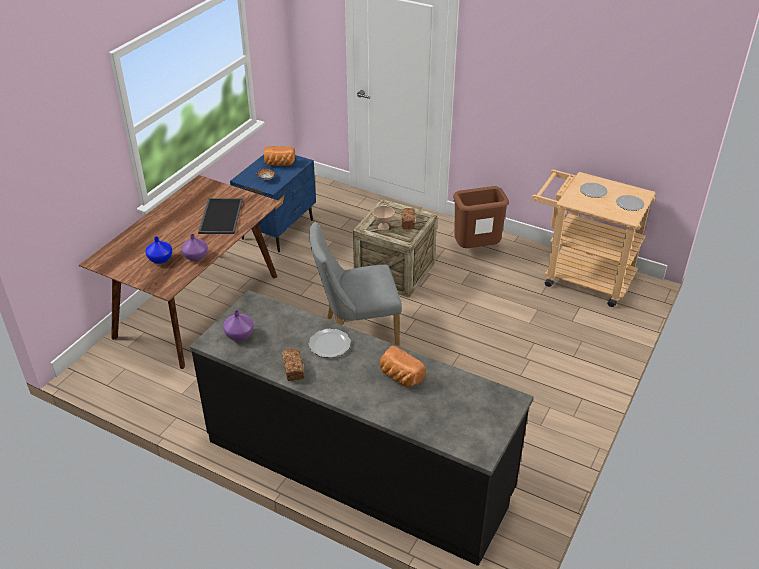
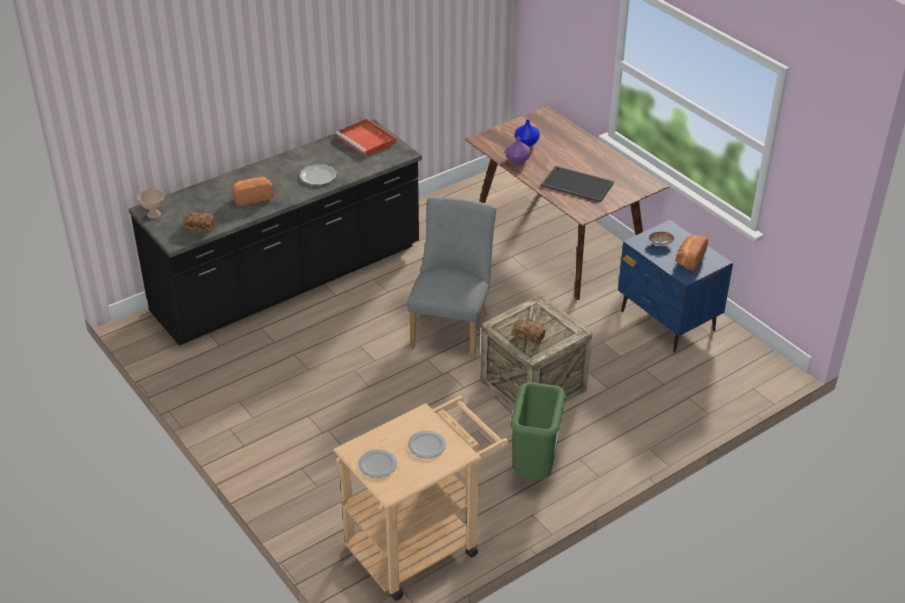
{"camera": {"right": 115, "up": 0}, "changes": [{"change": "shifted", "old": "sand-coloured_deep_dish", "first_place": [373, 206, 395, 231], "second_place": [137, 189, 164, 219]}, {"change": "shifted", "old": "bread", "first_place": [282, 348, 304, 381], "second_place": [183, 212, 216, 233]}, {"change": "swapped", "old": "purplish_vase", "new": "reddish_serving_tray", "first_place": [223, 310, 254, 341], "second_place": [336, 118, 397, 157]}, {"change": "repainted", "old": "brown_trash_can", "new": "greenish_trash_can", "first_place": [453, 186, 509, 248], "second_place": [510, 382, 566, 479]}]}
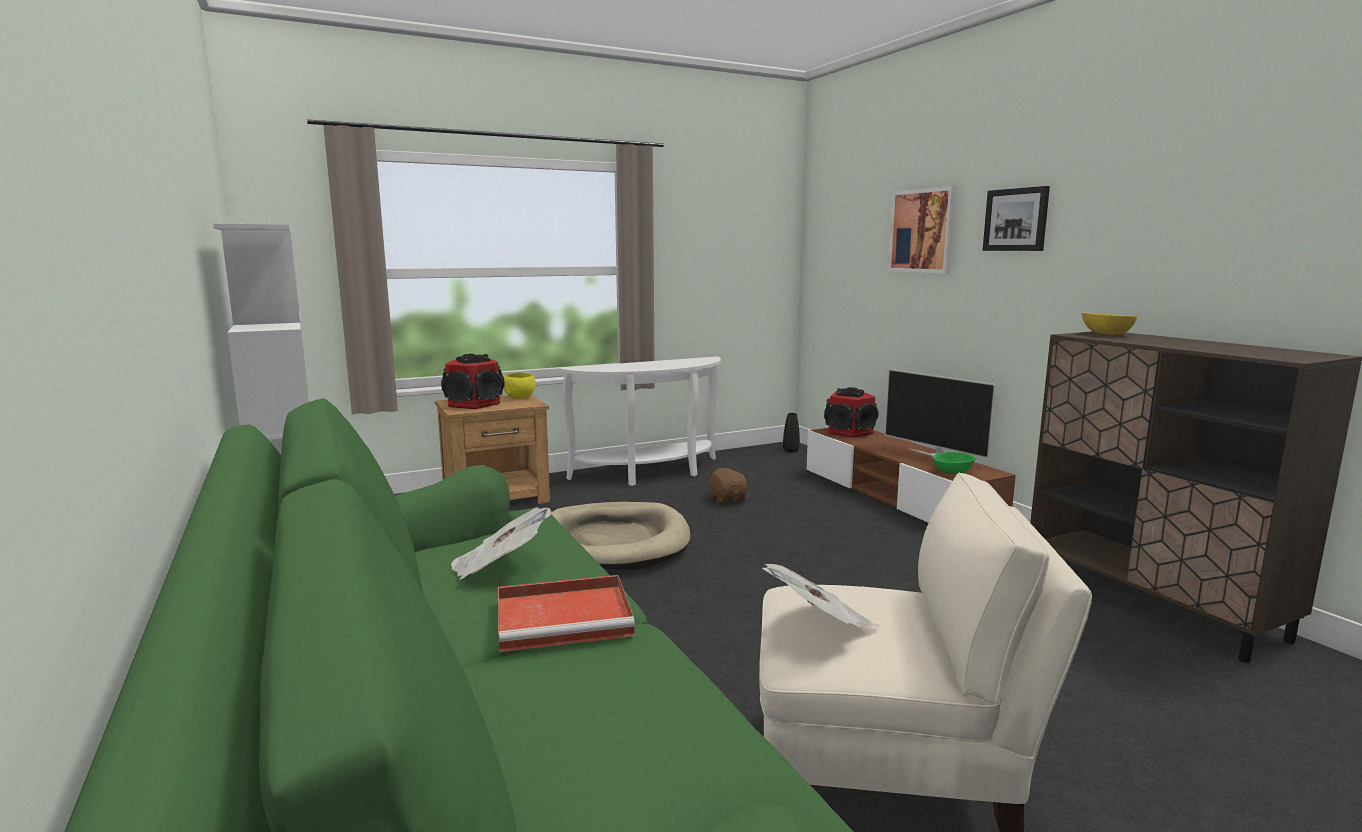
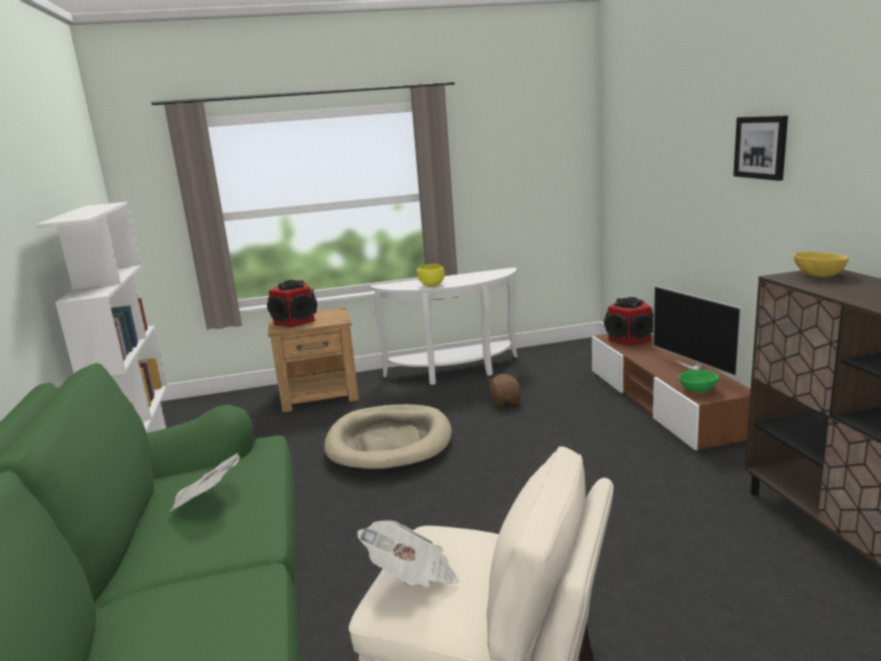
{"camera": {"right": 15, "up": 5}, "changes": [{"change": "shifted", "old": "yellow_deep_dish", "first_place": [503, 372, 536, 399], "second_place": [416, 264, 445, 287]}, {"change": "gone", "old": "reddish_serving_tray", "first_place": [498, 575, 635, 652]}, {"change": "gone", "old": "black-coloured_vase", "first_place": [783, 413, 800, 452]}, {"change": "gone", "old": "wall_picture", "first_place": [888, 186, 956, 273]}]}
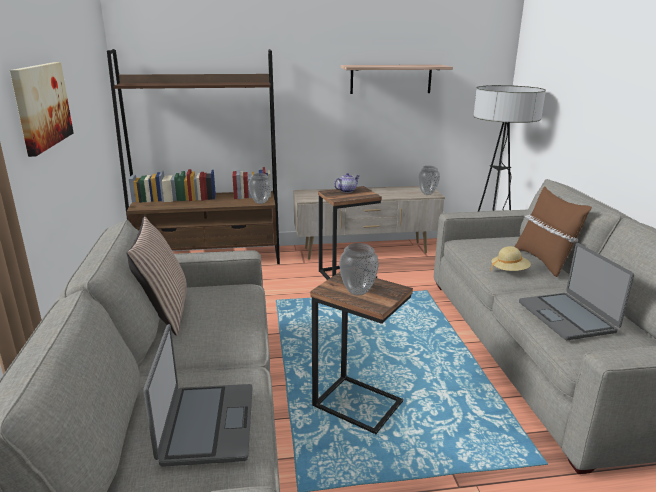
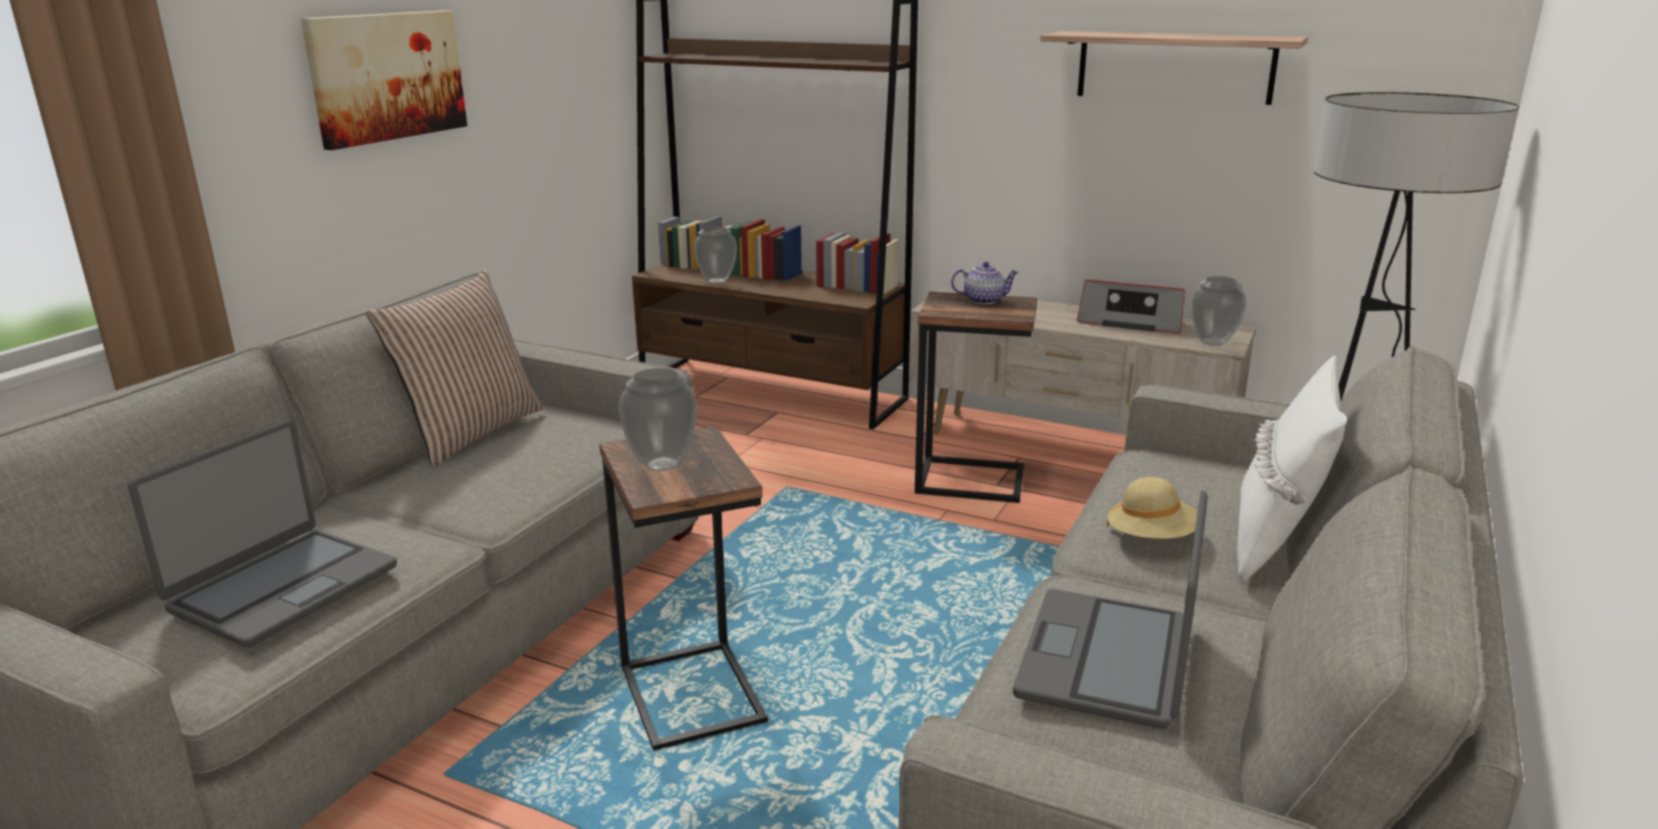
{"camera": {"right": 35, "up": 0}, "changes": [{"change": "shifted", "old": "vase", "first_place": [248, 173, 272, 204], "second_place": [694, 226, 737, 284]}, {"change": "new", "new": "radio_set", "second_place": [1077, 280, 1185, 333]}, {"change": "repainted", "old": "brown_throw_pillow", "new": "whitish_throw_pillow", "first_place": [514, 187, 592, 277], "second_place": [1237, 355, 1347, 582]}]}
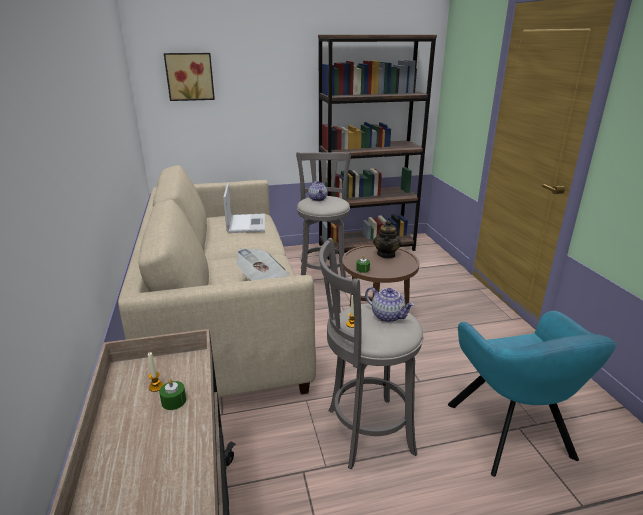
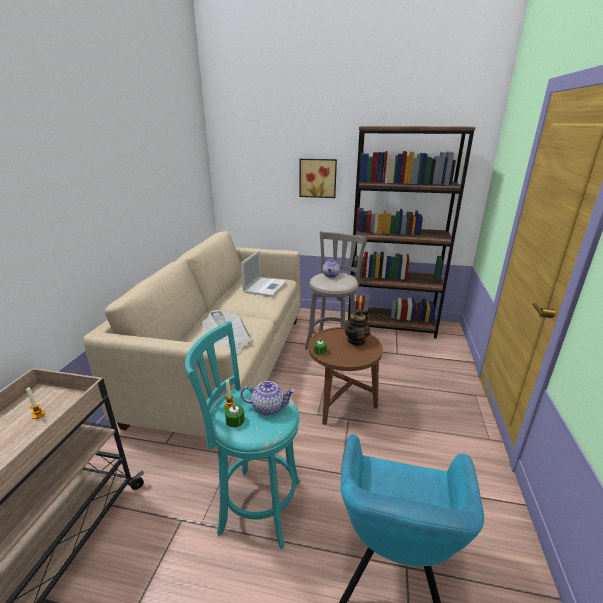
{"camera": {"right": 25, "up": 0}, "changes": [{"change": "repainted", "old": "gray_sitting_stool", "new": "turquoise-coloured_sitting_stool", "first_place": [319, 238, 424, 469], "second_place": [185, 321, 300, 549]}, {"change": "shifted", "old": "greenish_wax_light", "first_place": [159, 379, 186, 410], "second_place": [225, 403, 245, 427]}, {"change": "rotated", "old": "pot_for_tea", "first_place": [365, 287, 414, 322], "second_place": [240, 381, 295, 416], "degrees": -60}, {"change": "shifted", "old": "wall_picture", "first_place": [164, 53, 215, 101], "second_place": [299, 159, 337, 198]}]}
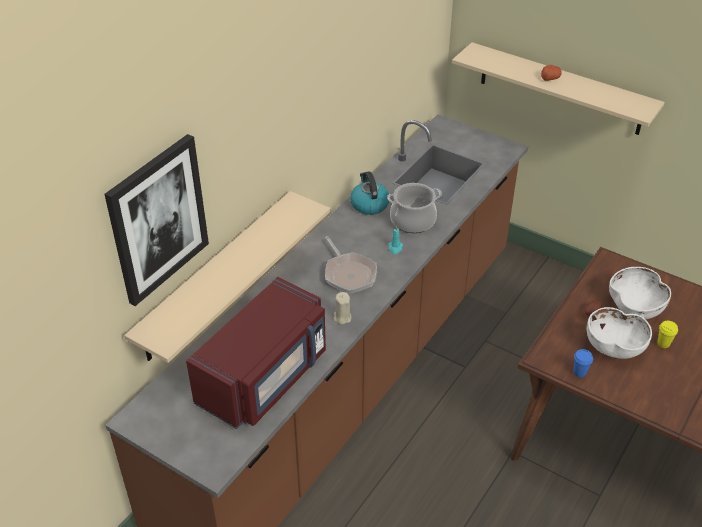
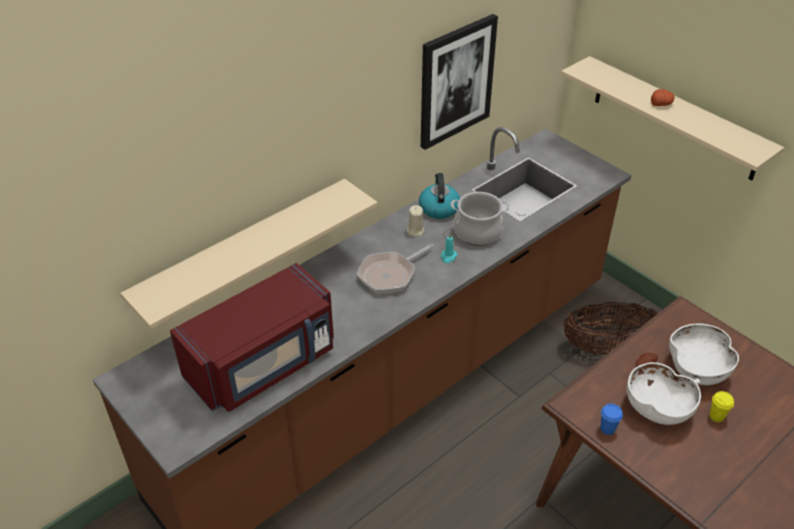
{"camera": {"right": 15, "up": 0}, "changes": [{"change": "rotated", "old": "pan", "first_place": [325, 236, 377, 294], "second_place": [357, 244, 434, 294], "degrees": 60}, {"change": "shifted", "old": "sand-coloured_wax_light", "first_place": [334, 292, 351, 324], "second_place": [407, 205, 424, 237]}, {"change": "shifted", "old": "wall_picture", "first_place": [104, 134, 209, 306], "second_place": [421, 14, 498, 150]}, {"change": "new", "new": "storage_basket", "second_place": [563, 302, 658, 355]}]}
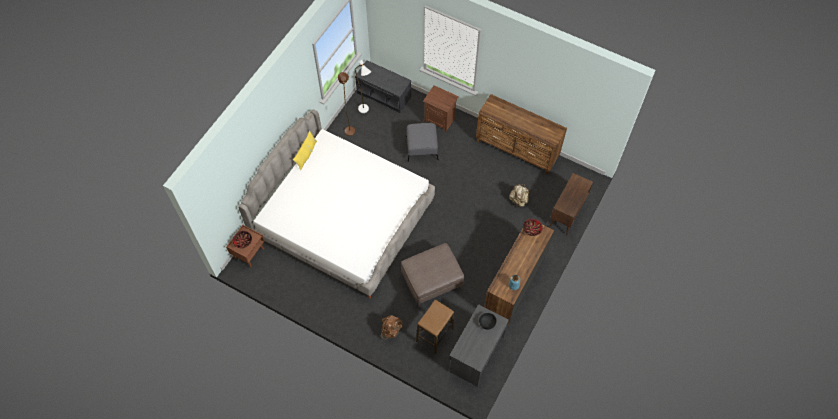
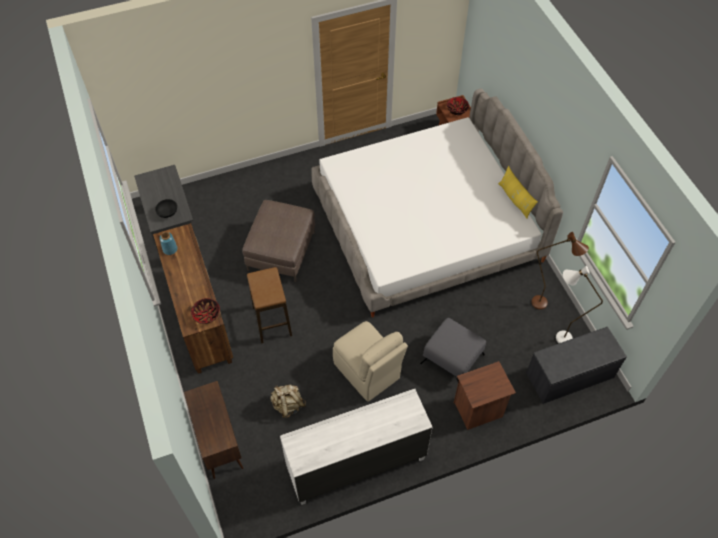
{"camera": {"right": 130, "up": -5}, "changes": [{"change": "shifted", "old": "sitting_stool", "first_place": [416, 300, 454, 355], "second_place": [247, 267, 292, 343]}, {"change": "repainted", "old": "brown_drawer_chest", "new": "whitish_drawer_chest", "first_place": [476, 94, 567, 174], "second_place": [280, 389, 433, 505]}, {"change": "new", "new": "sand-coloured_plain_chair", "second_place": [333, 321, 408, 402]}, {"change": "gone", "old": "brown_backpack", "first_place": [381, 315, 403, 340]}]}
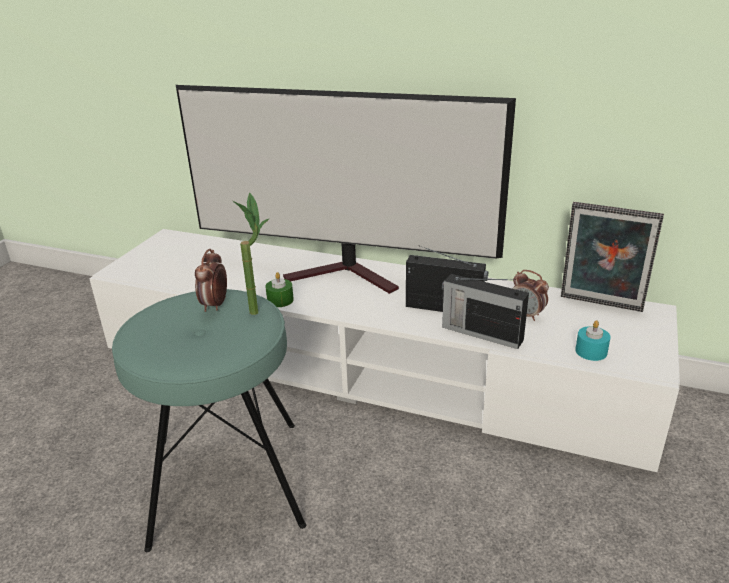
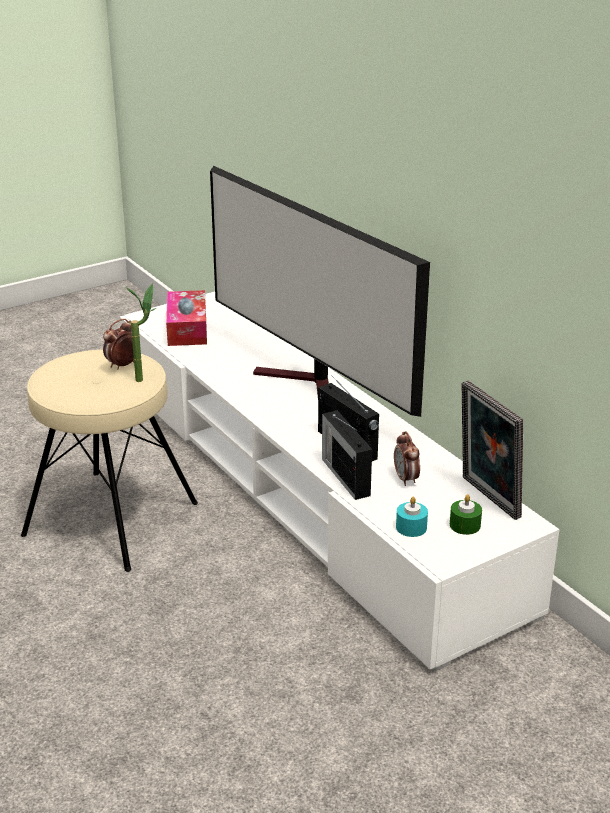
{"camera": {"right": 35, "up": 0}, "changes": [{"change": "repainted", "old": "turquoise-coloured_sitting_stool", "new": "sand-coloured_sitting_stool", "first_place": [112, 289, 306, 552], "second_place": [21, 349, 198, 572]}, {"change": "new", "new": "tissue_box", "second_place": [166, 290, 207, 346]}, {"change": "shifted", "old": "greenish_wax_light", "first_place": [265, 272, 294, 307], "second_place": [450, 494, 482, 535]}]}
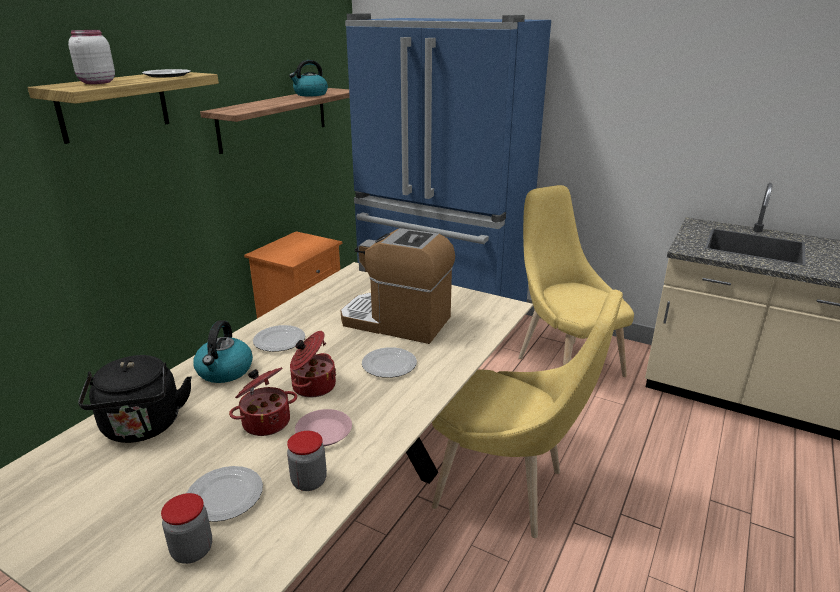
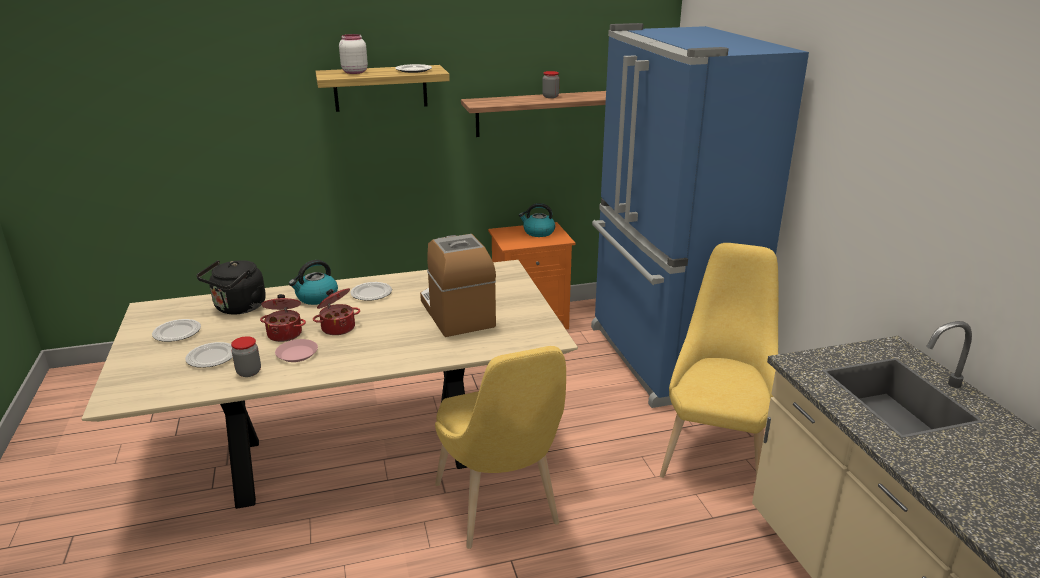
{"camera": {"right": 45, "up": 0}, "changes": [{"change": "shifted", "old": "flat_dish", "first_place": [362, 347, 417, 378], "second_place": [152, 319, 201, 342]}, {"change": "shifted", "old": "kettle", "first_place": [289, 60, 328, 96], "second_place": [519, 203, 555, 237]}, {"change": "shifted", "old": "jar", "first_place": [161, 493, 212, 564], "second_place": [542, 71, 559, 98]}]}
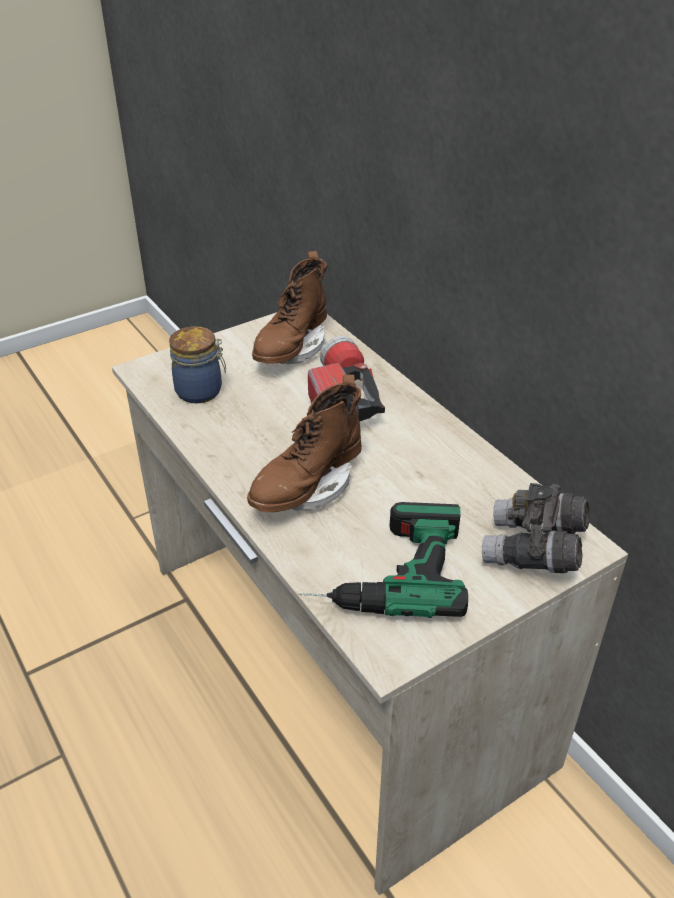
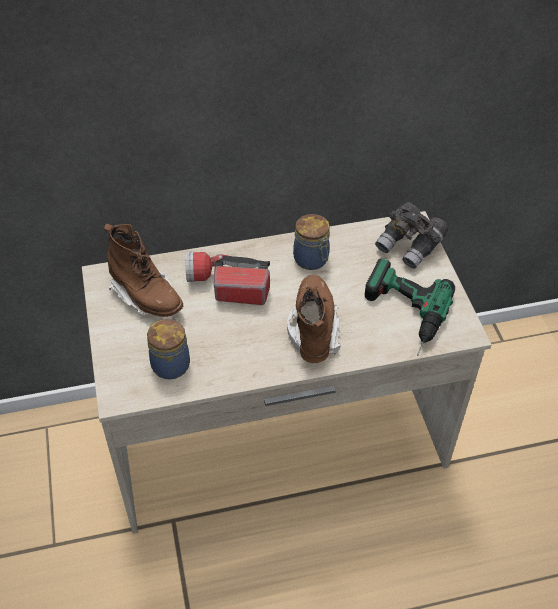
{"camera": {"right": -70, "up": 10}, "changes": [{"change": "rotated", "old": "brown_tall_boot", "first_place": [247, 374, 362, 512], "second_place": [287, 275, 341, 363], "degrees": -150}, {"change": "new", "new": "jar", "second_place": [293, 214, 330, 270]}]}
